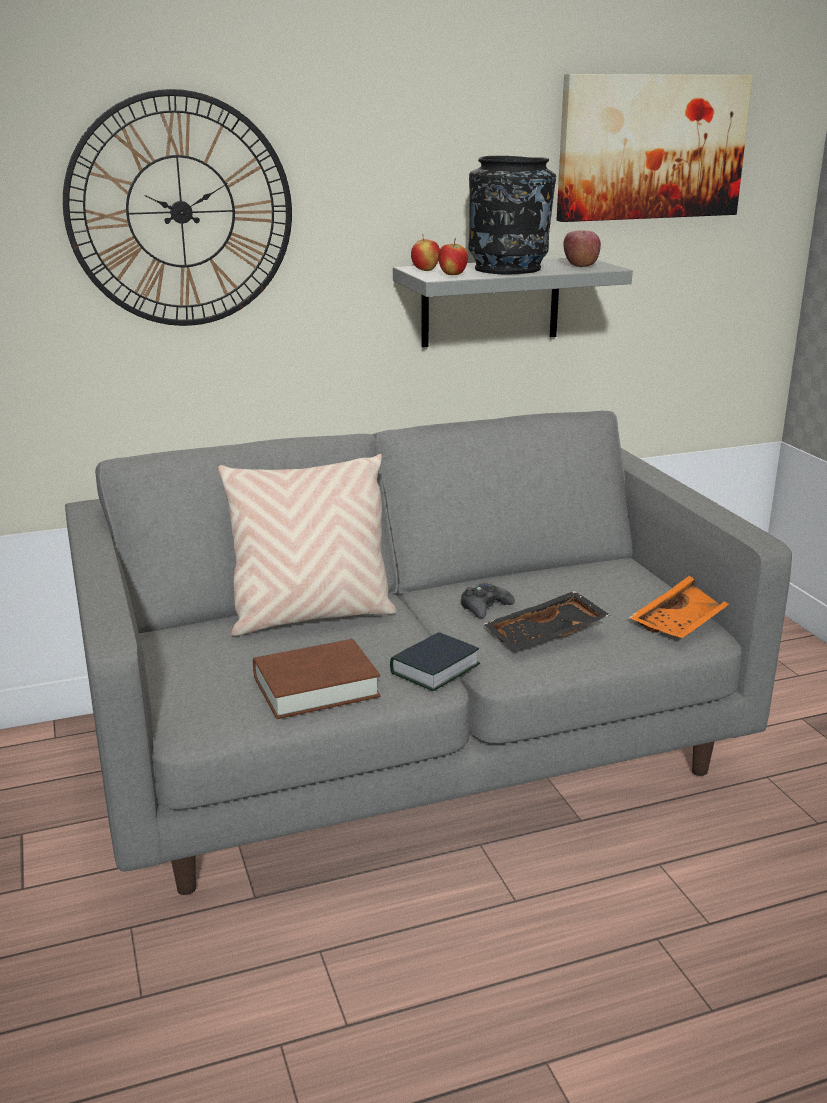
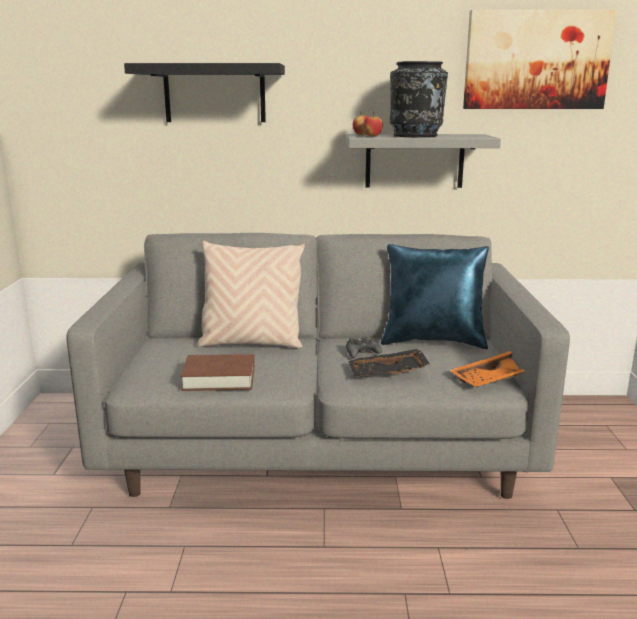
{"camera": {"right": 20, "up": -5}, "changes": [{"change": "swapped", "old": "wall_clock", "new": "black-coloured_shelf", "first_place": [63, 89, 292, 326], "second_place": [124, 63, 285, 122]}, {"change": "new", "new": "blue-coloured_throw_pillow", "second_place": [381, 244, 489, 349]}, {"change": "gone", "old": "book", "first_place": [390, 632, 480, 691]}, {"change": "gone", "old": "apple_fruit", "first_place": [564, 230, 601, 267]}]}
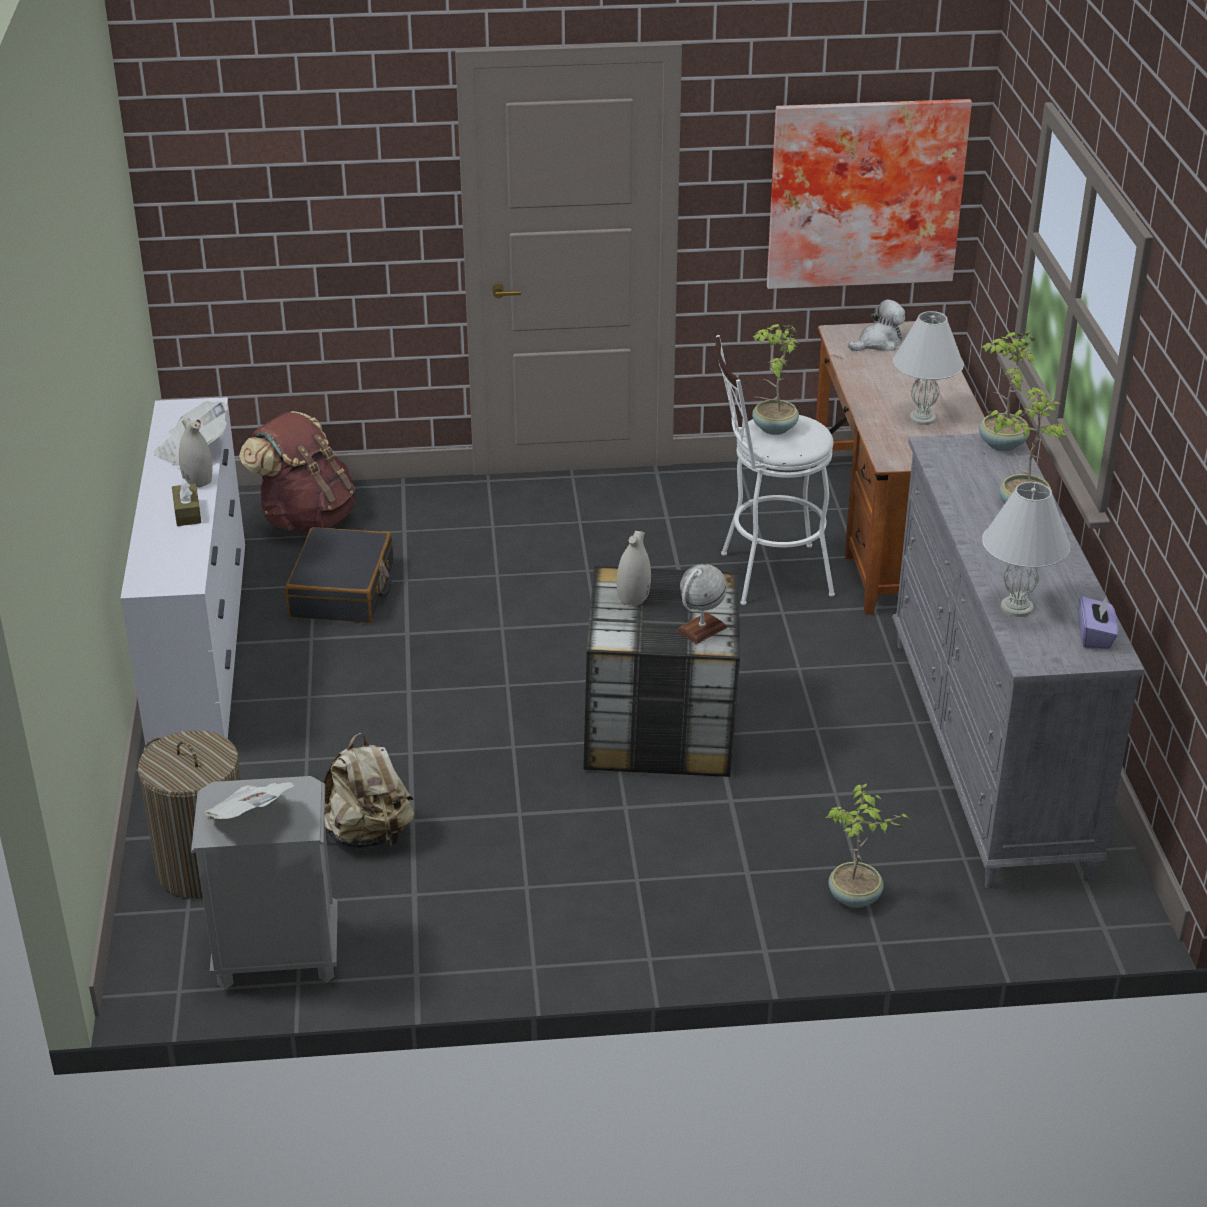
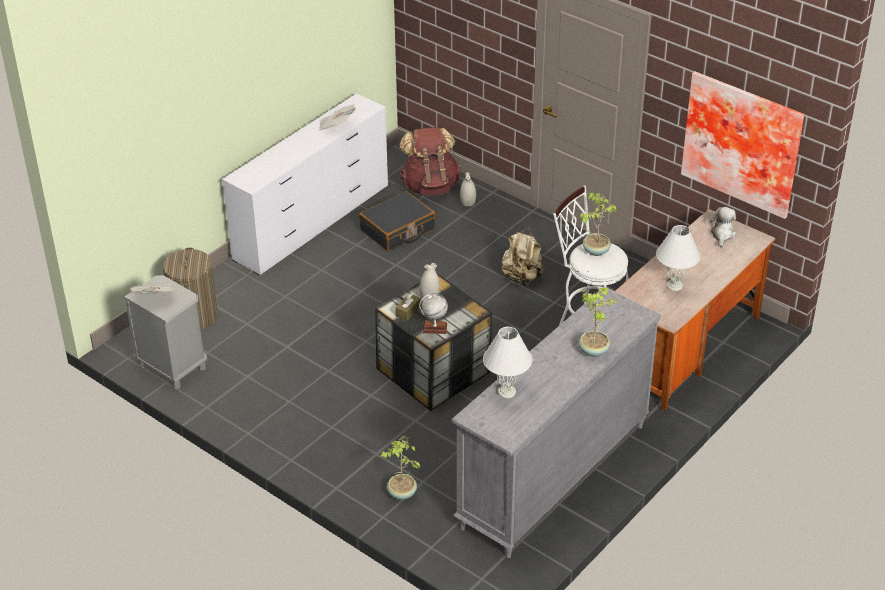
{"camera": {"right": 45, "up": 5}, "changes": [{"change": "shifted", "old": "brown_tissue_box", "first_place": [172, 478, 202, 526], "second_place": [395, 293, 421, 321]}, {"change": "shifted", "old": "whitish_vase", "first_place": [179, 417, 212, 488], "second_place": [460, 172, 476, 206]}, {"change": "shifted", "old": "sand-coloured_backpack", "first_place": [323, 733, 414, 848], "second_place": [501, 228, 544, 286]}, {"change": "rotated", "old": "cuddly_toy", "first_place": [848, 299, 905, 351], "second_place": [710, 207, 736, 247], "degrees": -90}, {"change": "gone", "old": "potted_plant", "first_place": [979, 332, 1035, 451]}, {"change": "gone", "old": "purplish_tissue_box", "first_place": [1078, 596, 1118, 649]}]}
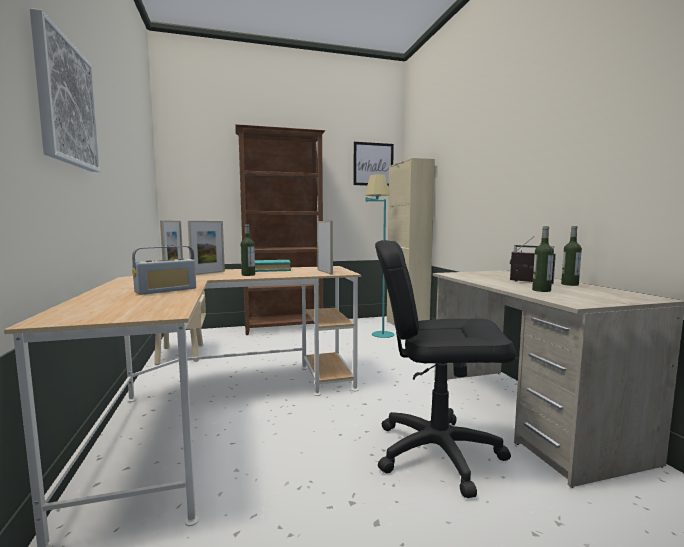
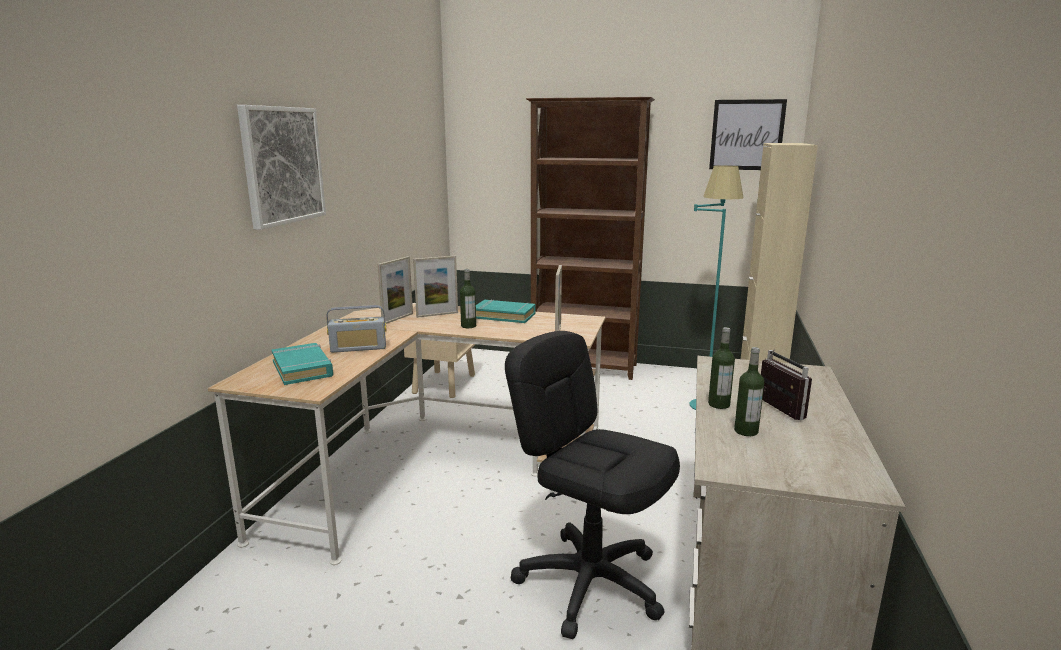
{"camera": {"right": 30, "up": 10}, "changes": [{"change": "new", "new": "turquoise-coloured_book", "second_place": [272, 343, 333, 385]}, {"change": "shifted", "old": "drink_bottle", "first_place": [561, 226, 582, 286], "second_place": [708, 327, 735, 409]}]}
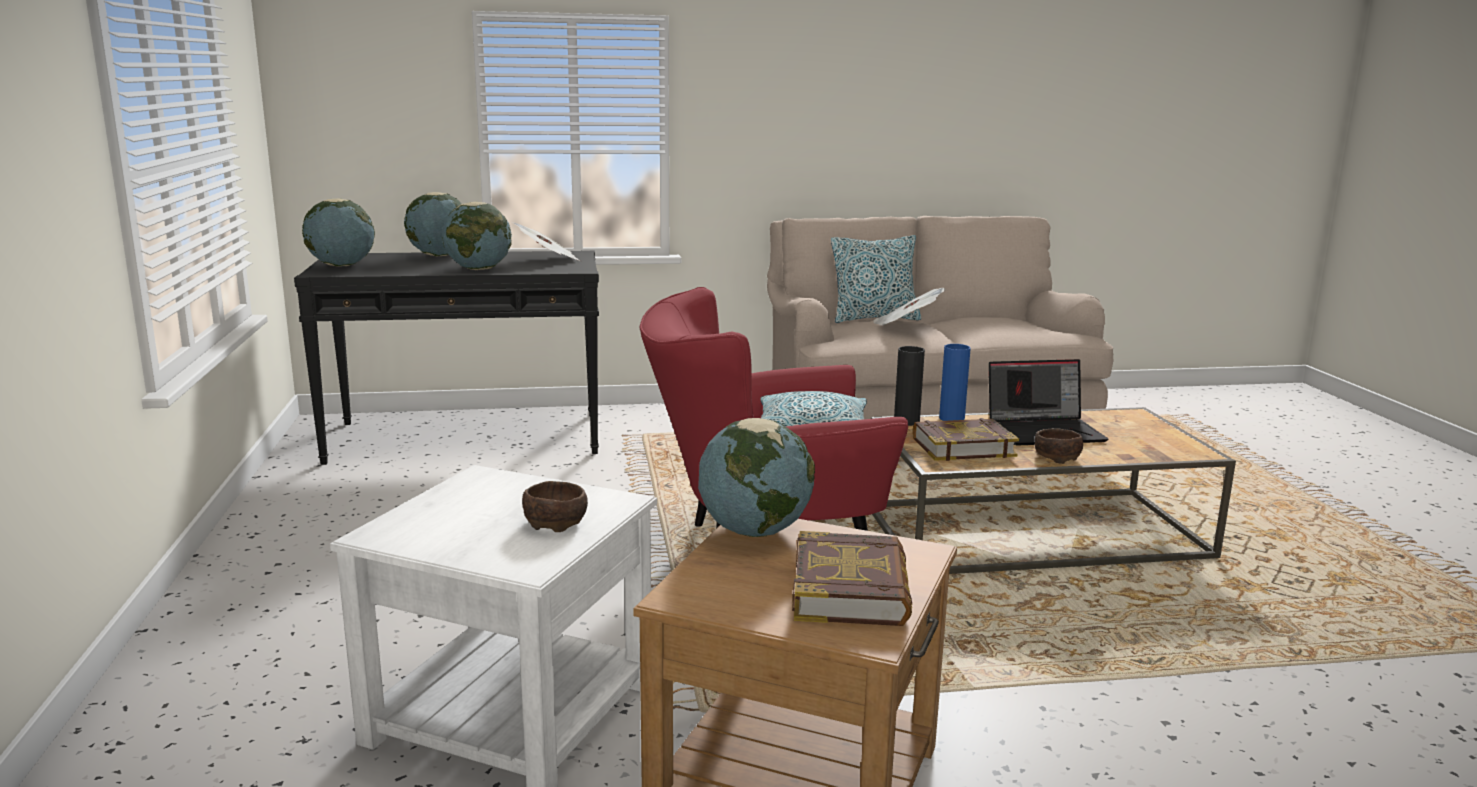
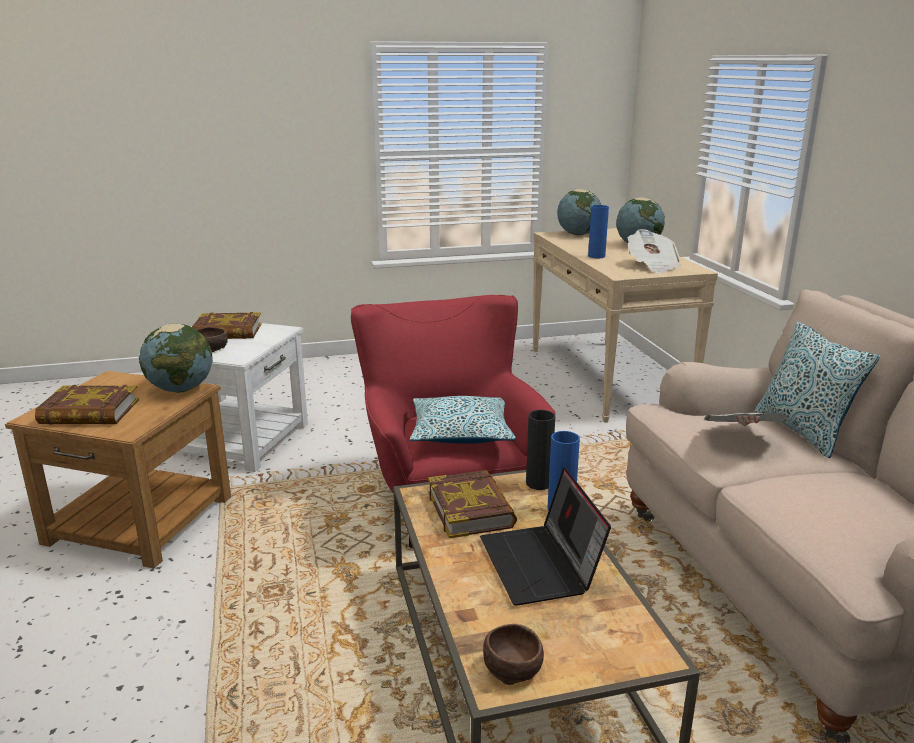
{"camera": {"right": 85, "up": 5}, "changes": [{"change": "new", "new": "book", "second_place": [192, 312, 262, 339]}, {"change": "shifted", "old": "brown_deep_dish", "first_place": [1035, 428, 1083, 464], "second_place": [483, 624, 544, 685]}, {"change": "repainted", "old": "black-coloured_console_table", "new": "sand-coloured_console_table", "first_place": [294, 251, 599, 465], "second_place": [532, 228, 718, 423]}, {"change": "swapped", "old": "desk_globe", "new": "blue-coloured_vase", "first_place": [442, 202, 512, 270], "second_place": [588, 205, 609, 258]}]}
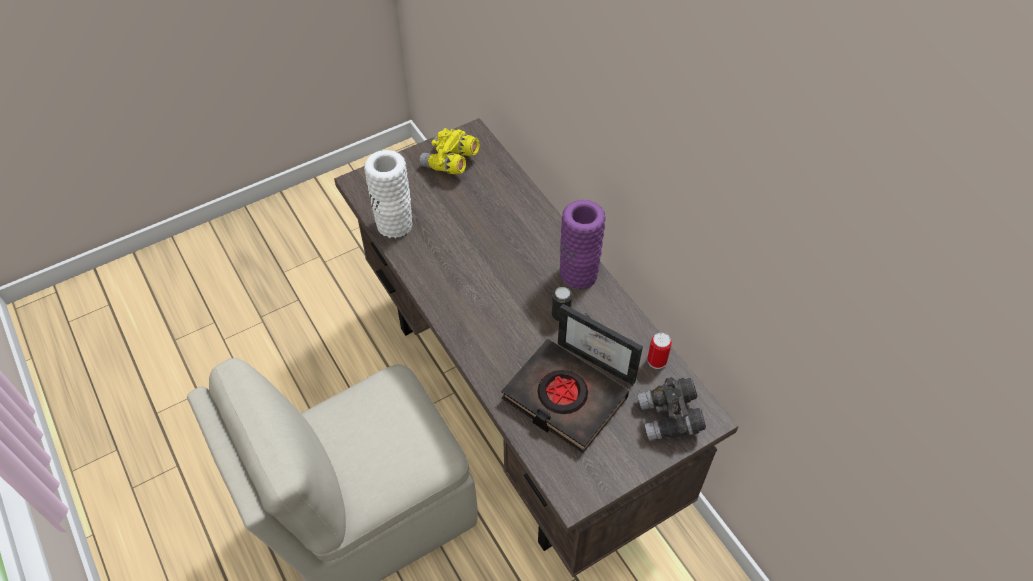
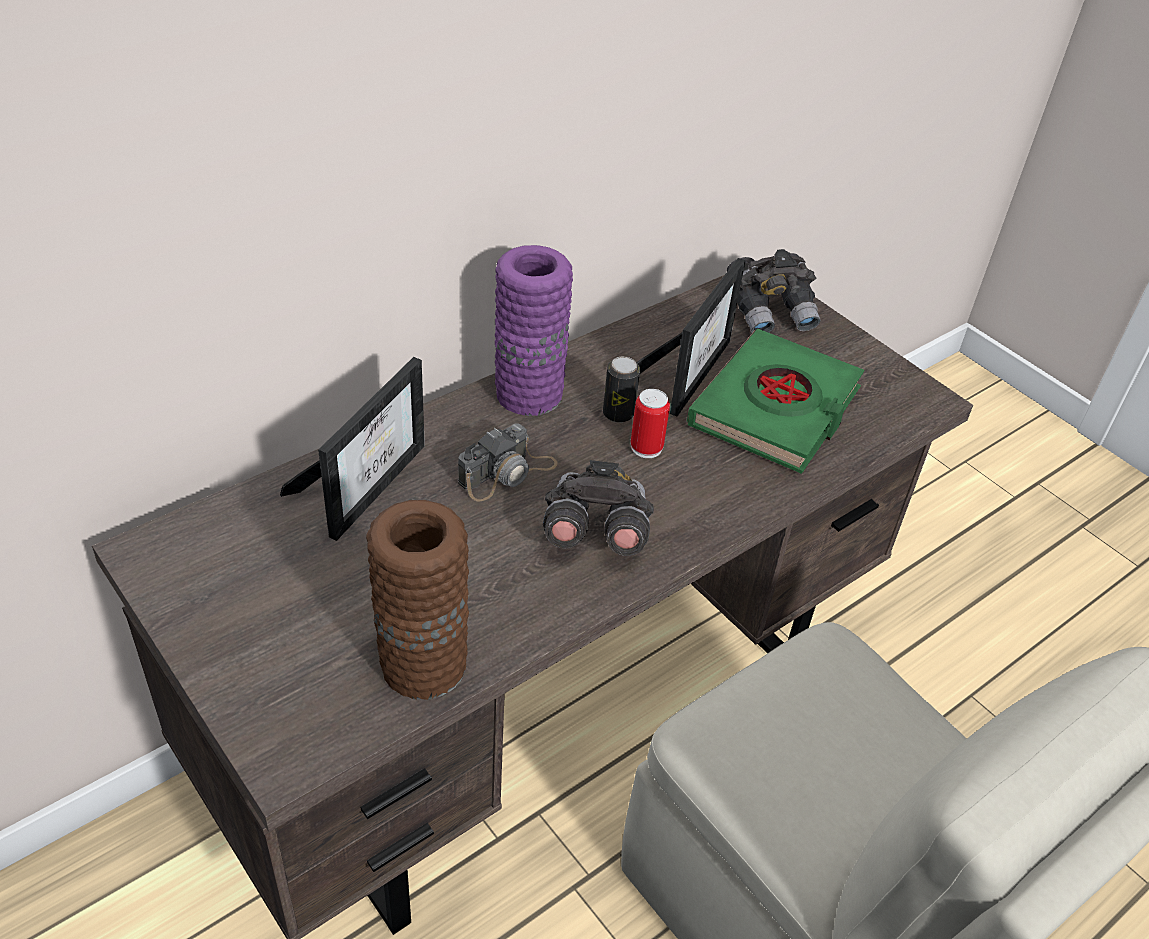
{"camera": {"right": -100, "up": -10}, "changes": [{"change": "new", "new": "picture_frame", "second_place": [280, 357, 425, 541]}, {"change": "repainted", "old": "whitish_vase", "new": "brown_vase", "first_place": [364, 150, 413, 239], "second_place": [366, 500, 469, 700]}, {"change": "new", "new": "photo_camera", "second_place": [458, 424, 558, 502]}, {"change": "new", "new": "gray_pair_of_binoculars", "second_place": [543, 460, 654, 556]}, {"change": "shifted", "old": "can", "first_place": [647, 333, 672, 369], "second_place": [631, 389, 670, 458]}, {"change": "repainted", "old": "black-coloured_book", "new": "greenish_book", "first_place": [501, 339, 629, 453], "second_place": [687, 329, 864, 474]}, {"change": "gone", "old": "yellow_pair_of_binoculars", "first_place": [419, 128, 480, 174]}]}
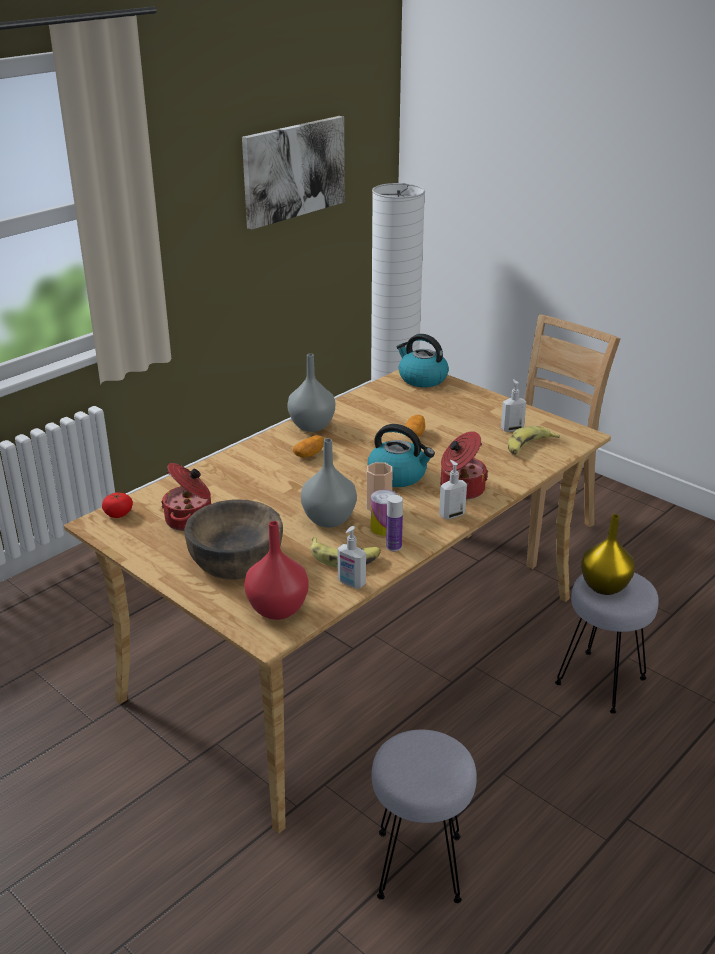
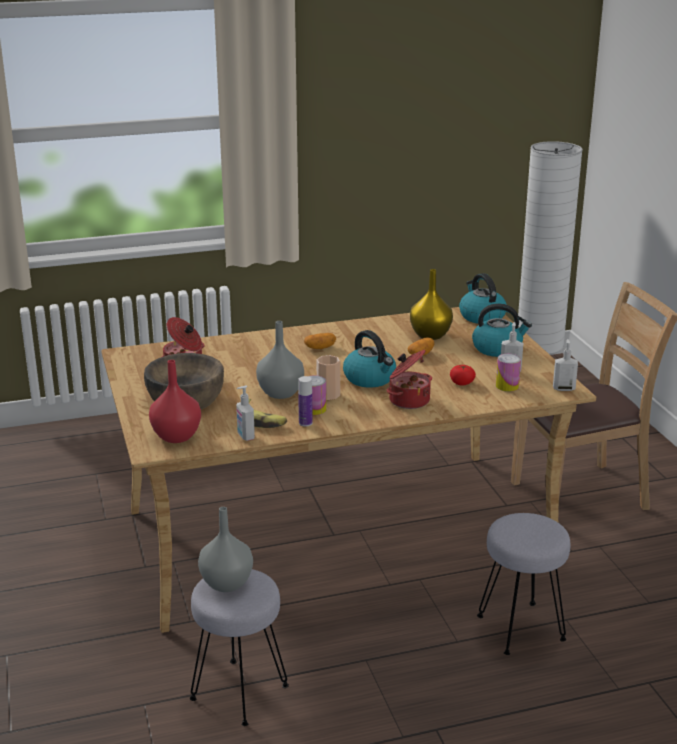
{"camera": {"right": 30, "up": -5}, "changes": [{"change": "shifted", "old": "gray_vase", "first_place": [287, 353, 335, 432], "second_place": [198, 507, 253, 592]}, {"change": "shifted", "old": "yellow_vase", "first_place": [581, 514, 635, 595], "second_place": [410, 269, 453, 340]}, {"change": "shifted", "old": "fresh_tomato", "first_place": [102, 493, 133, 518], "second_place": [450, 365, 476, 386]}, {"change": "new", "new": "kettle", "second_place": [472, 303, 532, 357]}, {"change": "swapped", "old": "whole_banana", "new": "can", "first_place": [508, 426, 560, 455], "second_place": [496, 354, 521, 392]}, {"change": "shifted", "old": "liquid_soap_bottle", "first_place": [439, 460, 467, 519], "second_place": [553, 339, 578, 391]}, {"change": "gone", "old": "wall_picture", "first_place": [242, 116, 345, 229]}]}
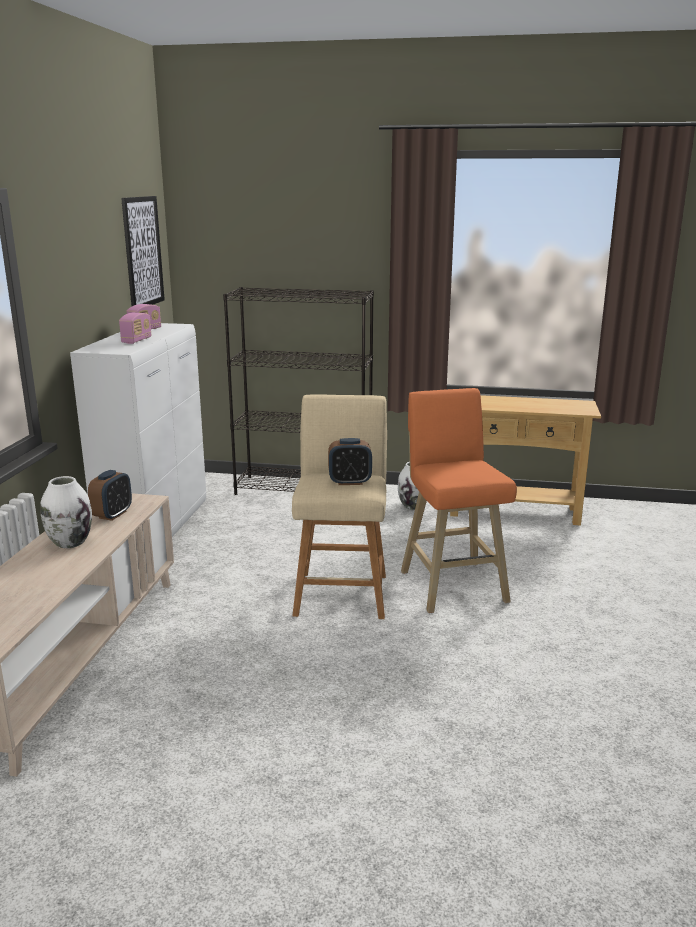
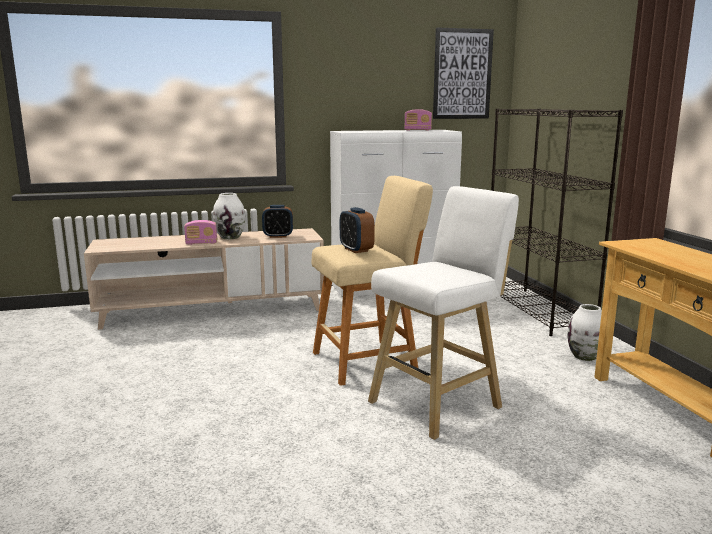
{"camera": {"right": 65, "up": -5}, "changes": [{"change": "shifted", "old": "radio_set", "first_place": [119, 313, 151, 344], "second_place": [184, 220, 217, 245]}, {"change": "repainted", "old": "orange-coloured_sitting_stool", "new": "whitish_sitting_stool", "first_place": [401, 388, 517, 613], "second_place": [368, 186, 519, 440]}]}
